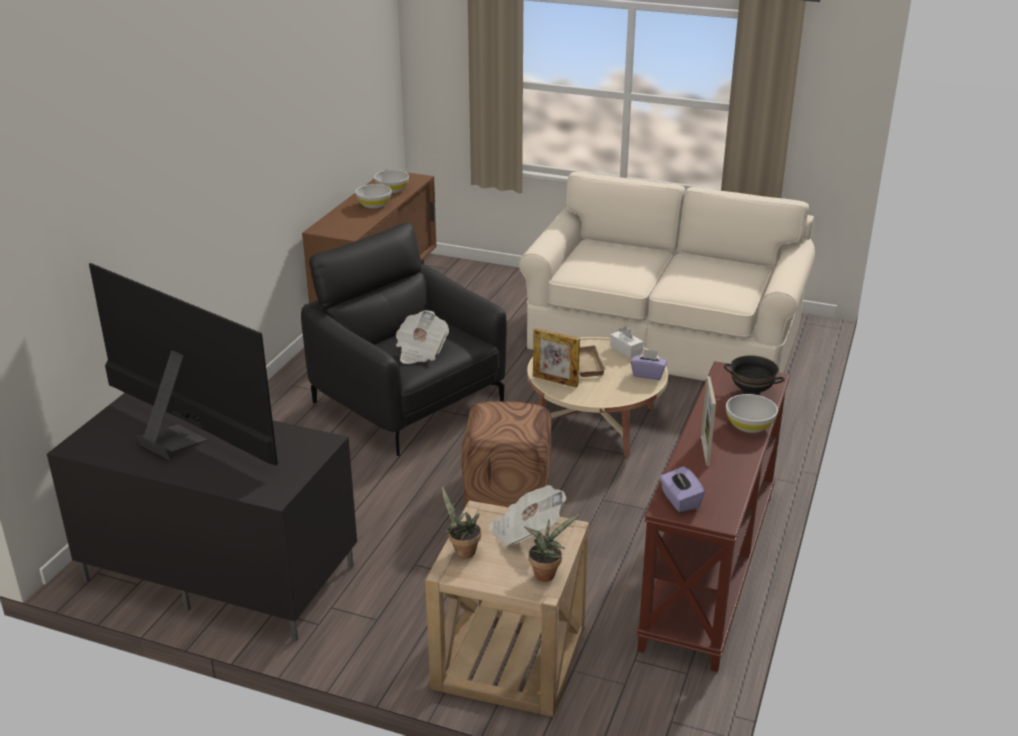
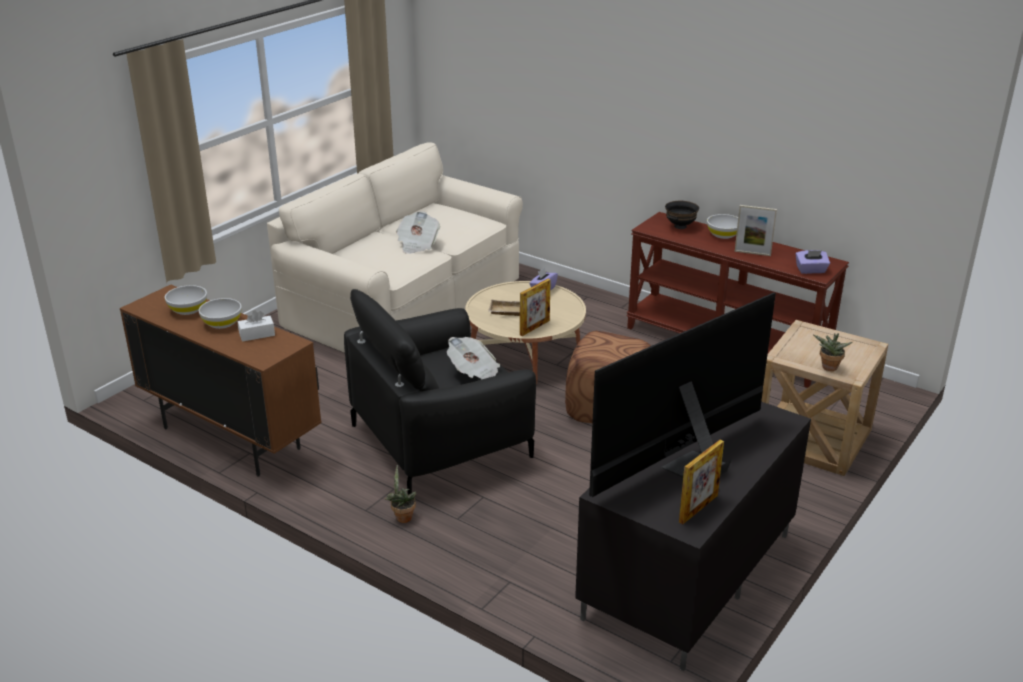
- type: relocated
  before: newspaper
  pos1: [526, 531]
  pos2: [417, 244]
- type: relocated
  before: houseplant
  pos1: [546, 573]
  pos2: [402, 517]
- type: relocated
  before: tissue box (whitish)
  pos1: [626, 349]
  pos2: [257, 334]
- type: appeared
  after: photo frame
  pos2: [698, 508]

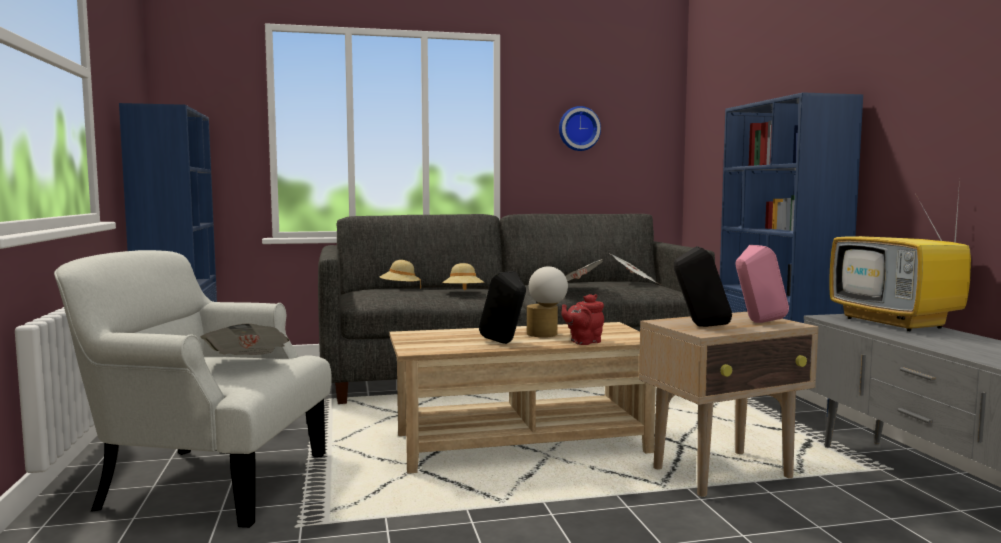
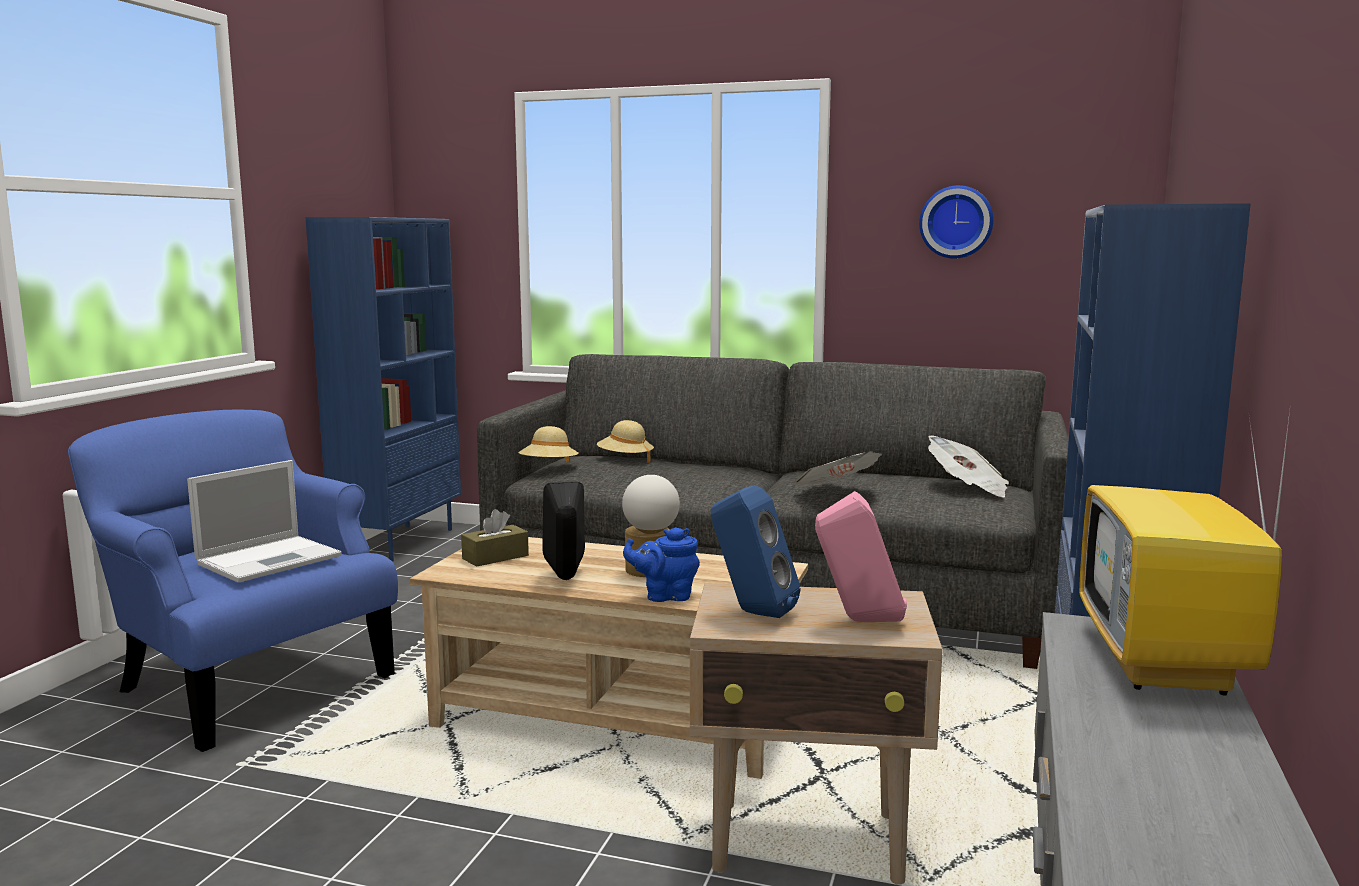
- type: colour
  before: easy chair (whitish)
  after: easy chair (blue-coloured)
  pos1: [208, 481]
  pos2: [248, 682]
- type: exchanged
  before: newspaper
  after: portable computer
  pos1: [248, 363]
  pos2: [271, 559]
- type: relocated
  before: clothing hat (sand-coloured)
  pos1: [463, 293]
  pos2: [549, 467]
- type: colour
  before: tea pot (reddish)
  after: tea pot (blue-coloured)
  pos1: [583, 342]
  pos2: [665, 596]
- type: colour
  before: loudspeaker (black)
  after: loudspeaker (blue-coloured)
  pos1: [700, 326]
  pos2: [751, 612]
- type: appeared
  after: tissue box (brown-coloured)
  pos2: [495, 557]

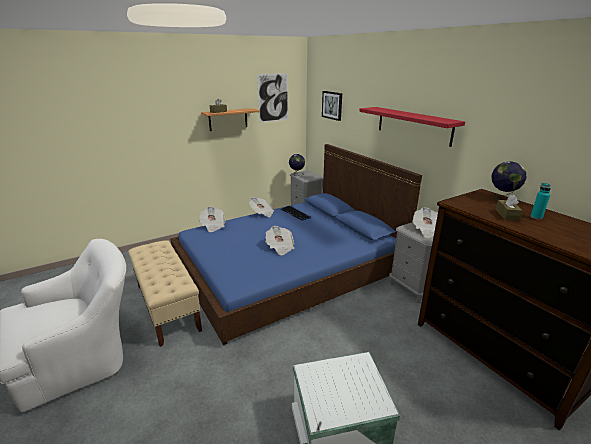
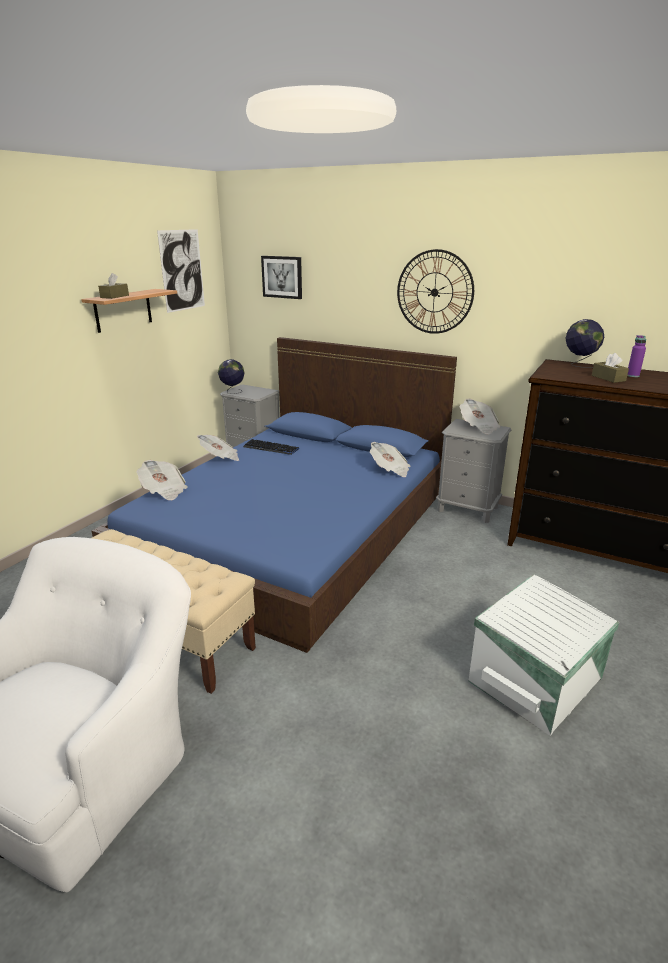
- type: relocated
  before: newspaper
  pos1: [280, 247]
  pos2: [390, 470]
- type: exchanged
  before: wall shelf (reddish)
  after: clock on the wall
  pos1: [413, 125]
  pos2: [434, 292]
- type: colour
  before: drink bottle (turquoise-coloured)
  after: drink bottle (purplish)
  pos1: [536, 217]
  pos2: [632, 375]

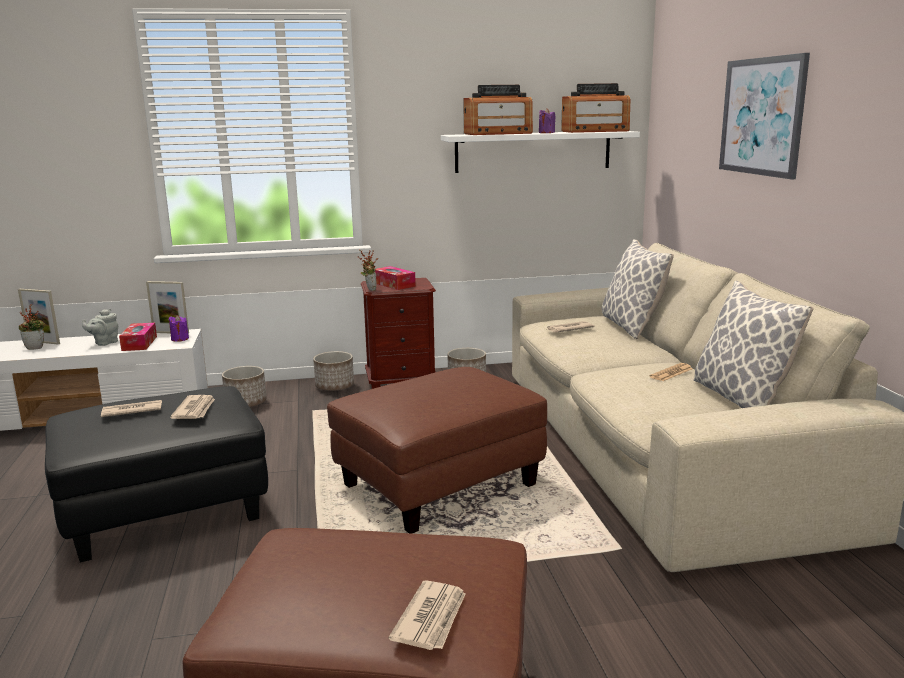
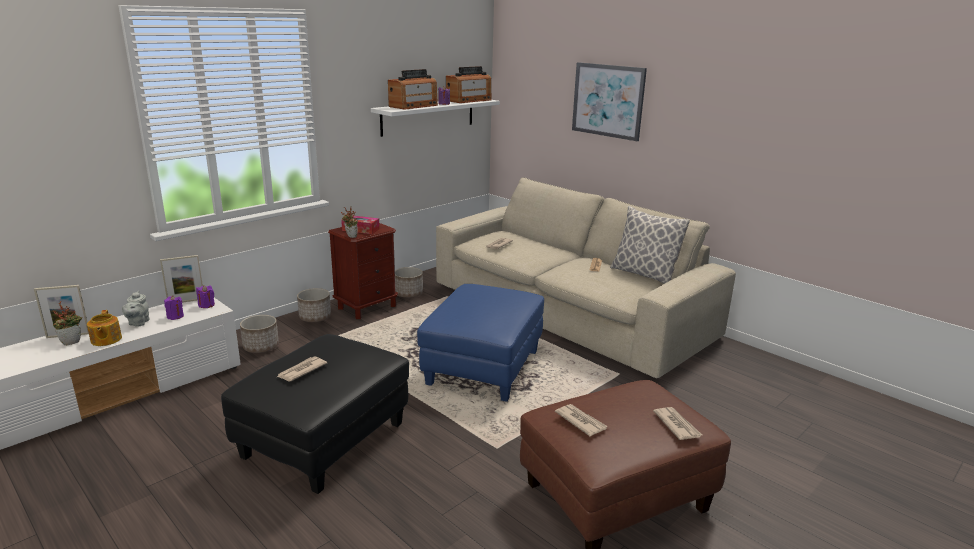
- type: exchanged
  before: tissue box
  after: candle (purplish)
  pos1: [139, 343]
  pos2: [175, 316]
- type: relocated
  before: newspaper
  pos1: [195, 410]
  pos2: [580, 421]
- type: colour
  before: footrest (brown-coloured)
  after: footrest (blue-coloured)
  pos1: [439, 486]
  pos2: [483, 368]
- type: missing
  before: pillow
  pos1: [632, 327]
- type: appeared
  after: tea pot
  pos2: [105, 340]

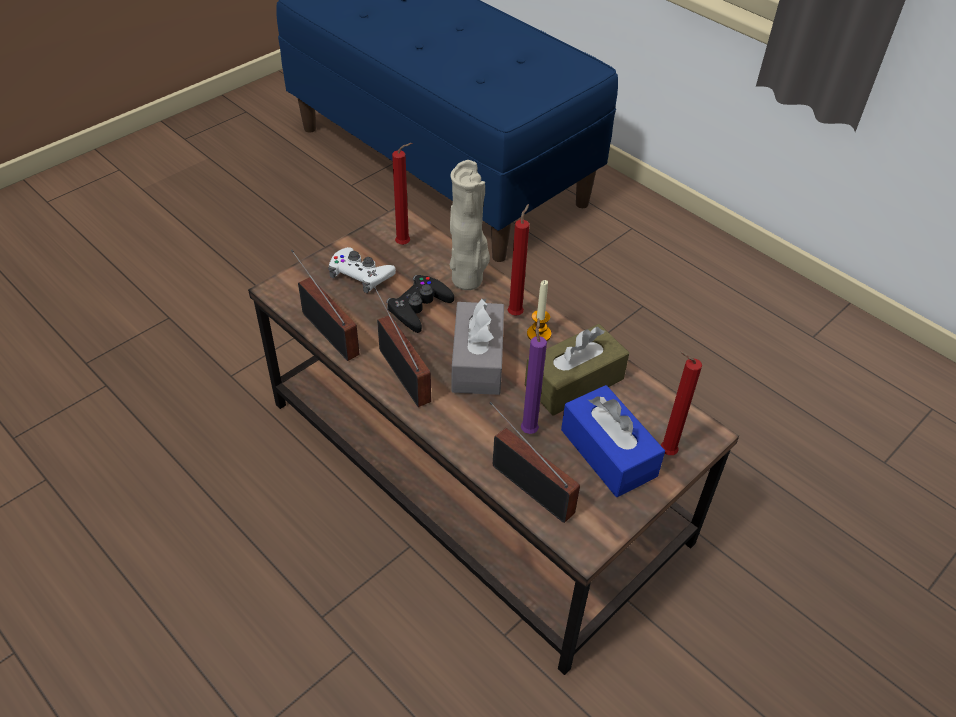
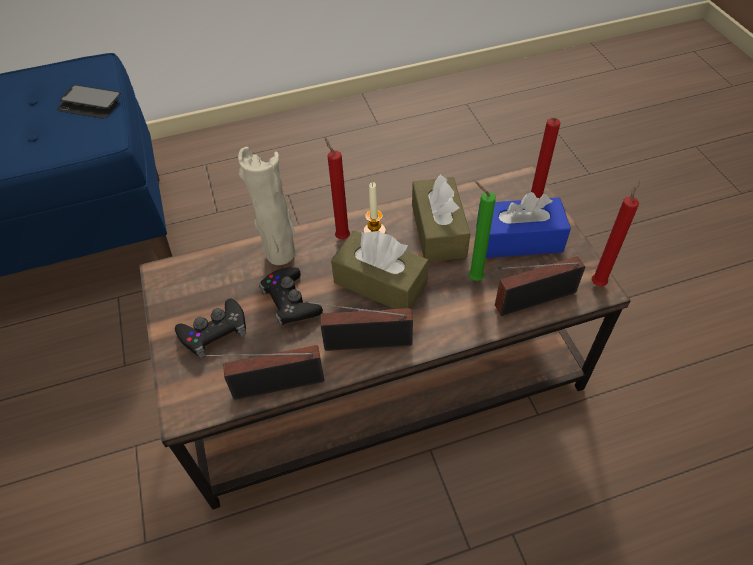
- type: colour
  before: joypad (whitish)
  after: joypad (black)
  pos1: [361, 274]
  pos2: [214, 331]
- type: relocated
  before: candle (reddish)
  pos1: [405, 244]
  pos2: [599, 282]
- type: colour
  before: tissue box (grey)
  after: tissue box (brown-coloured)
  pos1: [477, 360]
  pos2: [380, 283]
- type: colour
  before: candle (purplish)
  after: candle (greenish)
  pos1: [529, 429]
  pos2: [473, 277]
- type: appeared
  after: handset
  pos2: [90, 103]

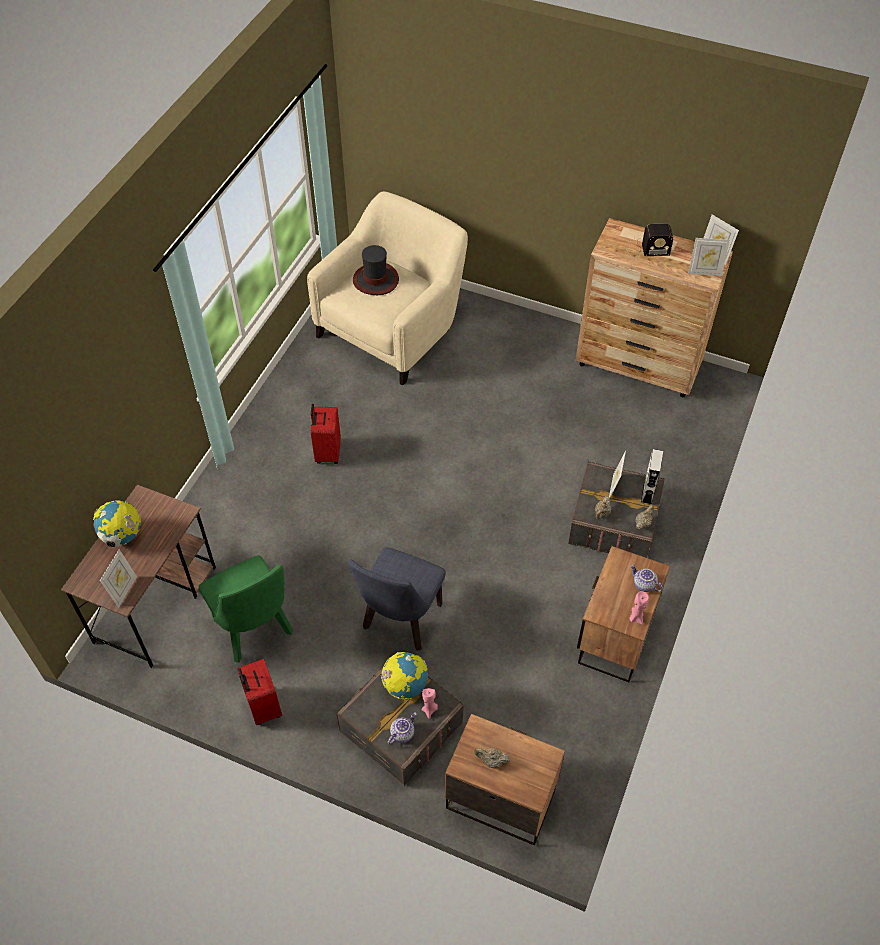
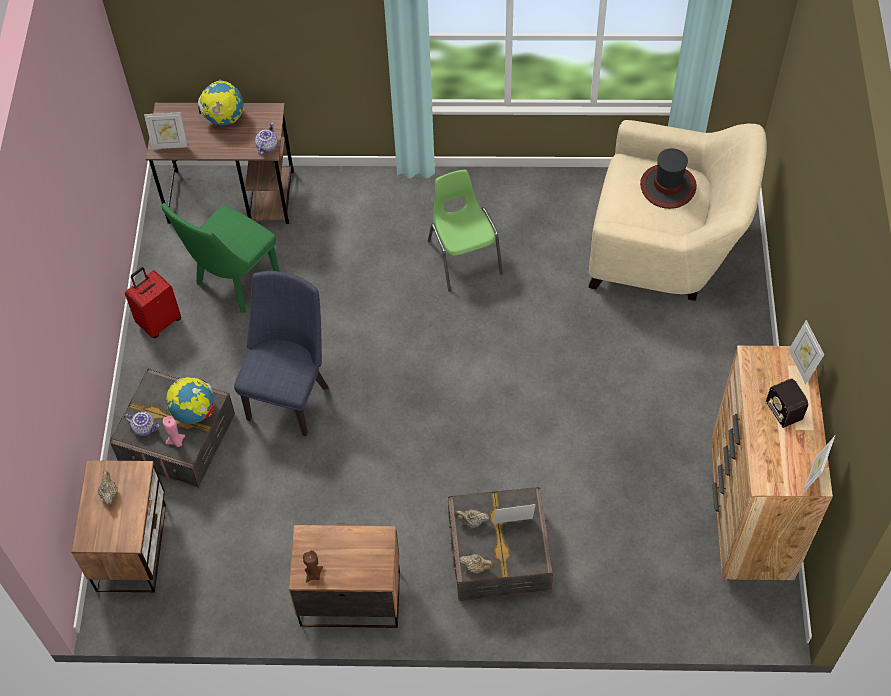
- type: exchanged
  before: suitcase (reddish)
  after: chair (greenish)
  pos1: [327, 453]
  pos2: [463, 256]
- type: spun
  before: chair (blue-coloured)
  pos1: [400, 622]
  pos2: [289, 396]
  turn: 105
- type: colour
  before: candle (pink-coloured)
  after: candle (brown-coloured)
  pos1: [636, 617]
  pos2: [313, 574]
- type: relocated
  before: tea pot
  pos1: [643, 585]
  pos2: [266, 146]
- type: missing
  before: loudspeaker (grey)
  pos1: [647, 493]
- type: relocated
  before: photo frame
  pos1: [704, 272]
  pos2: [801, 365]

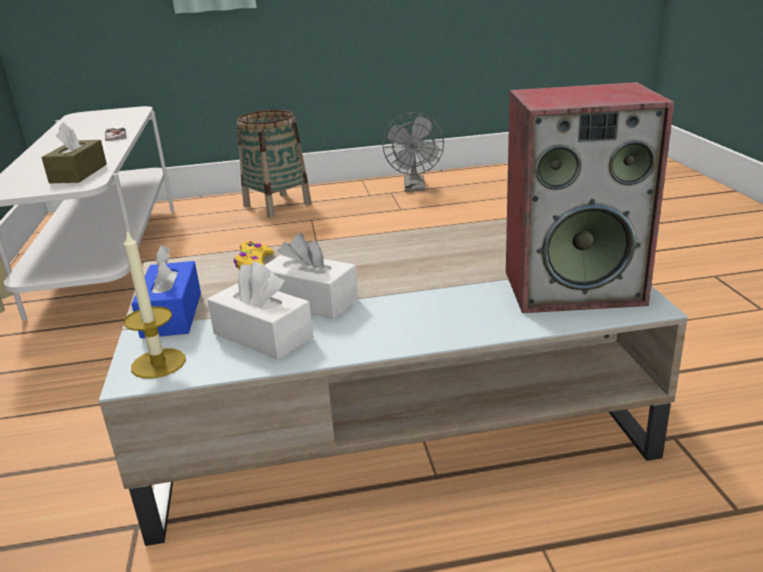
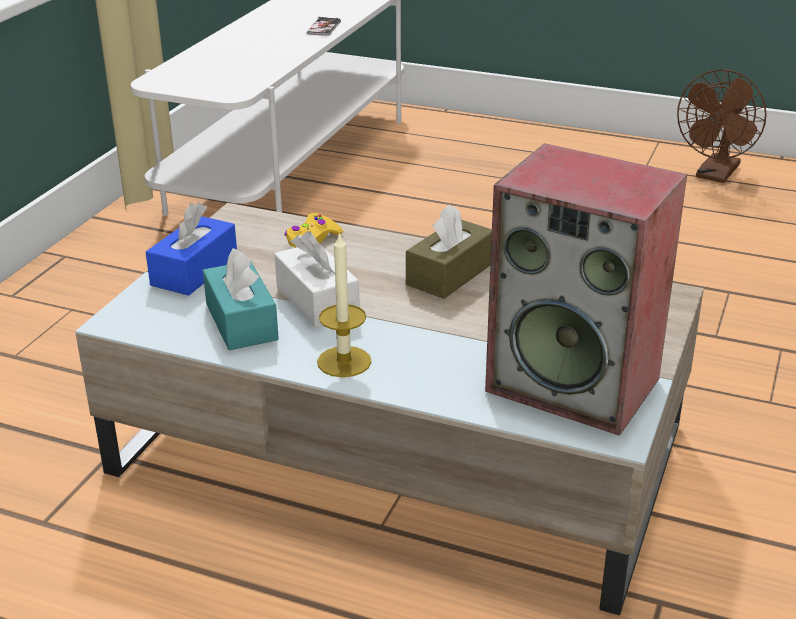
- type: relocated
  before: tissue box (brown-coloured)
  pos1: [78, 173]
  pos2: [450, 274]
- type: relocated
  before: candle
  pos1: [158, 363]
  pos2: [344, 361]
- type: colour
  before: tissue box (whitish)
  after: tissue box (turquoise-coloured)
  pos1: [263, 336]
  pos2: [241, 322]
- type: missing
  before: basket
  pos1: [277, 205]
- type: colour
  before: cooling fan (grey)
  after: cooling fan (brown-coloured)
  pos1: [415, 188]
  pos2: [715, 175]

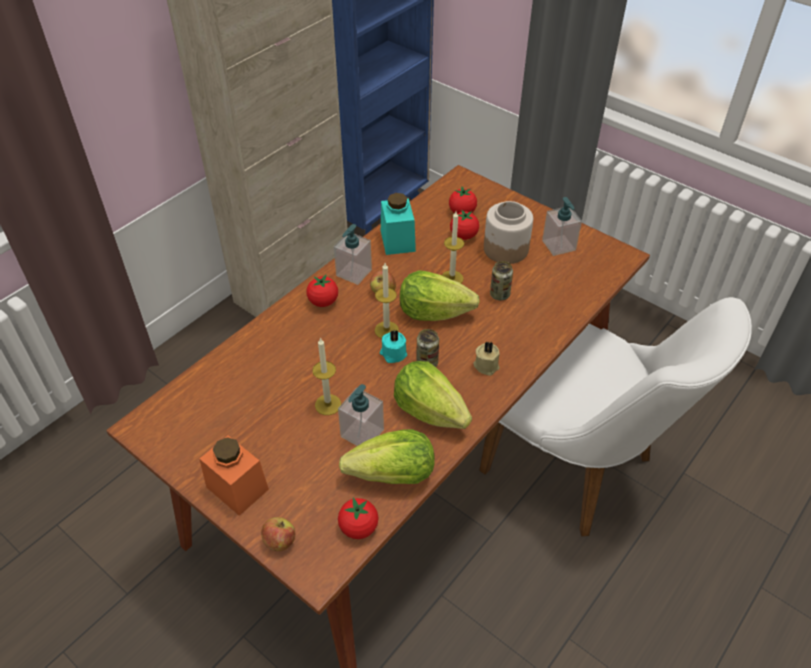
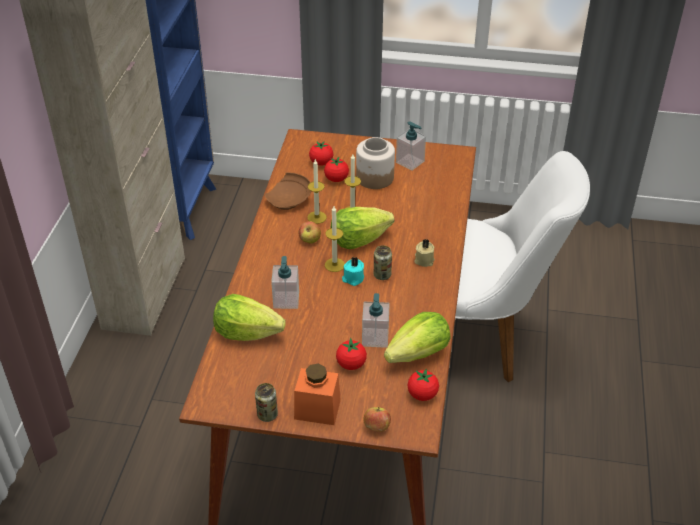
- type: relocated
  before: whole tomato
  pos1: [323, 302]
  pos2: [351, 364]
- type: relocated
  before: candle
  pos1: [328, 404]
  pos2: [317, 217]
- type: relocated
  before: soap bottle
  pos1: [353, 273]
  pos2: [286, 300]
- type: exchanged
  before: storage jar (turquoise-coloured)
  after: flat dish (brown-coloured)
  pos1: [397, 241]
  pos2: [289, 200]
- type: relocated
  before: lettuce head
  pos1: [430, 411]
  pos2: [247, 332]
- type: relocated
  before: can
  pos1: [499, 294]
  pos2: [267, 415]

